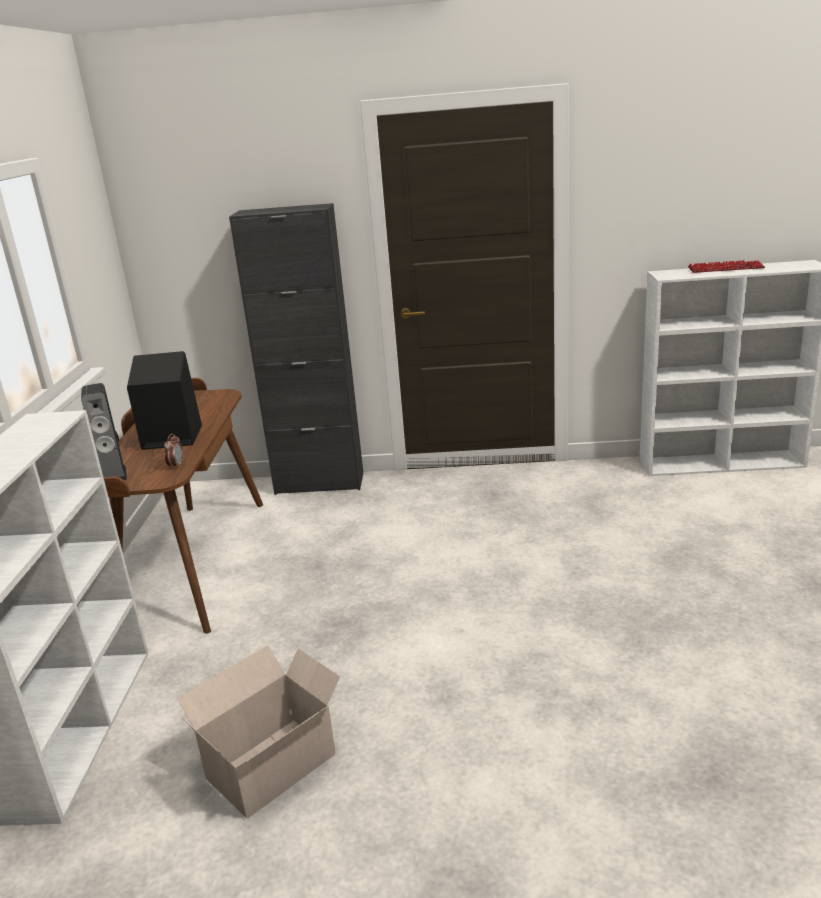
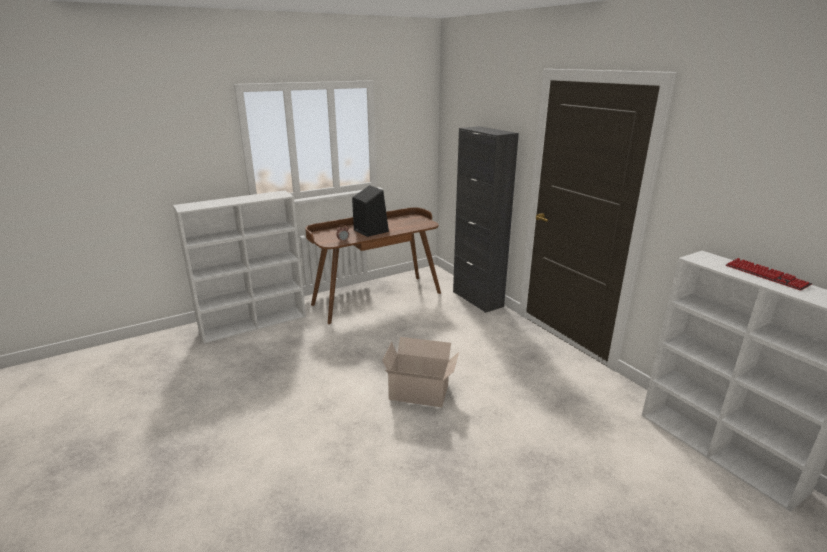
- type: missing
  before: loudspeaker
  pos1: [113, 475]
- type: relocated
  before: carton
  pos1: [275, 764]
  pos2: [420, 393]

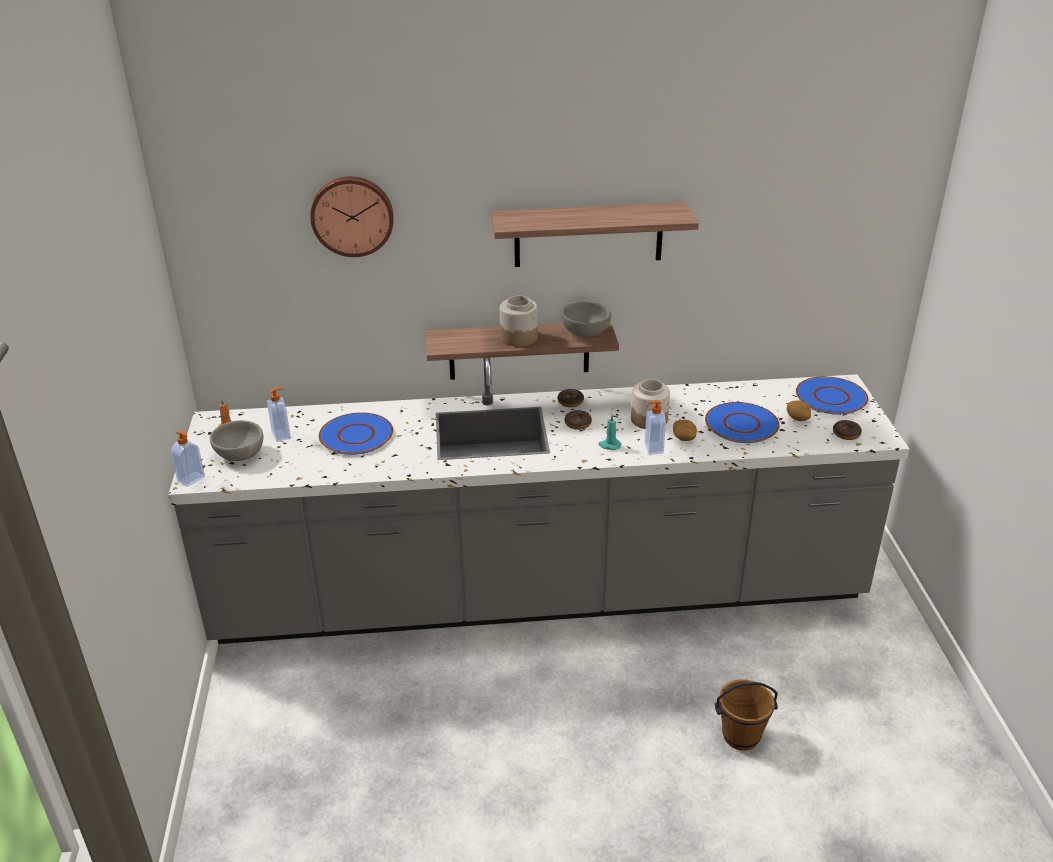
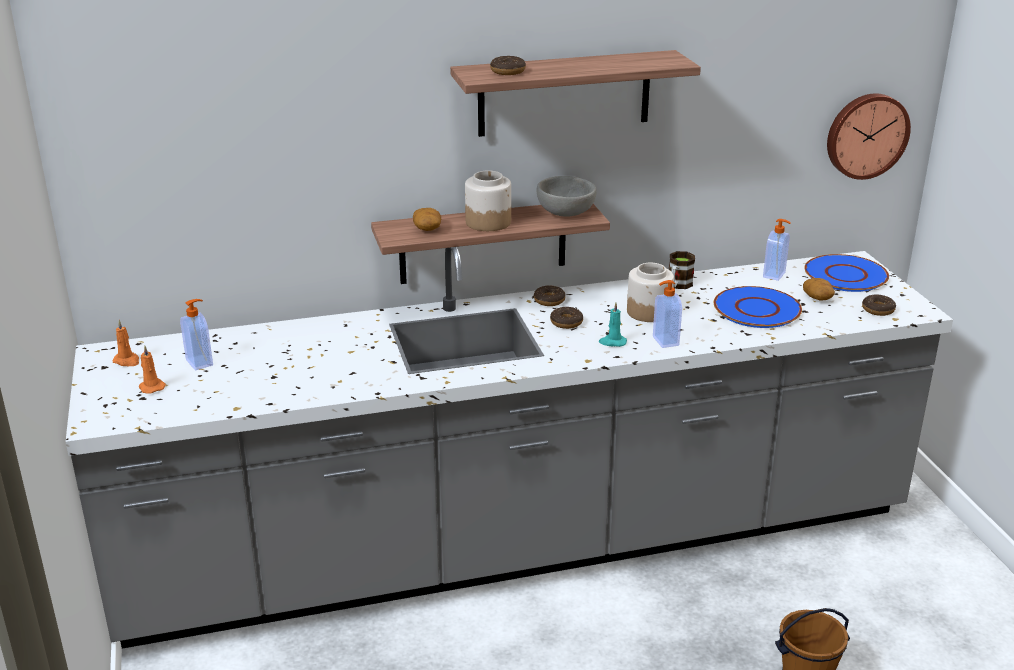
- type: relocated
  before: soap bottle
  pos1: [192, 479]
  pos2: [775, 275]
- type: exchanged
  before: deep dish (grey)
  after: candle (orangey)
  pos1: [240, 453]
  pos2: [151, 387]
- type: relocated
  before: clock on the wall
  pos1: [352, 215]
  pos2: [866, 135]
- type: missing
  before: flat dish (blue-coloured)
  pos1: [356, 435]
- type: relocated
  before: whole potato
  pos1: [684, 437]
  pos2: [427, 229]
- type: appeared
  after: ring doughnut
  pos2: [508, 71]
- type: appeared
  after: coffee mug
  pos2: [678, 285]

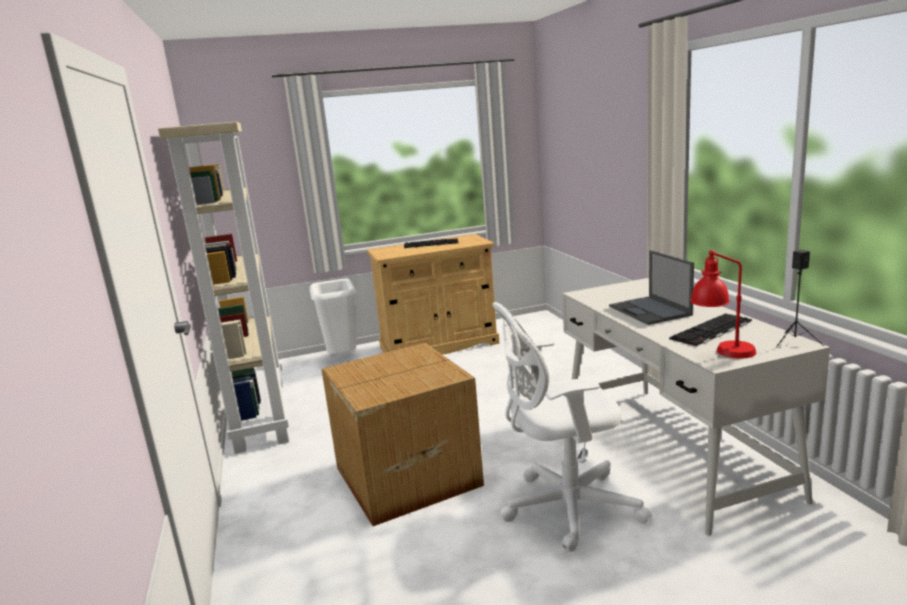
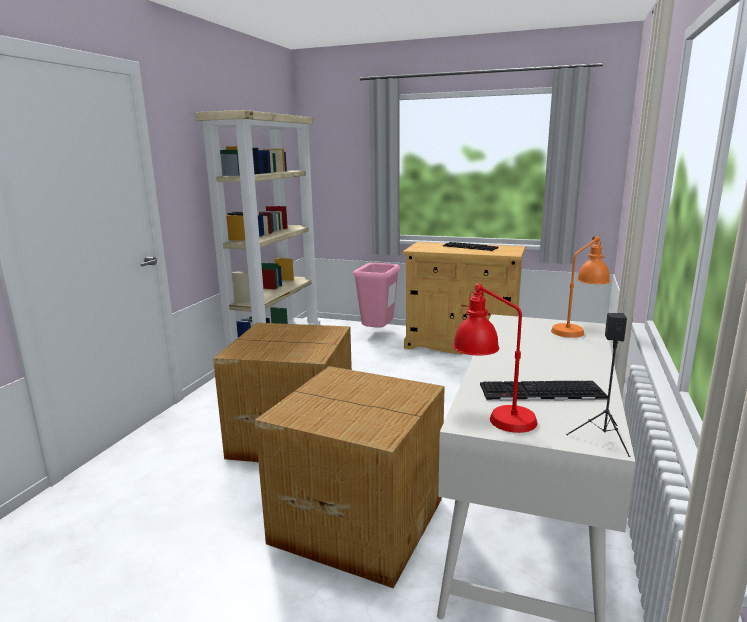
- type: colour
  before: rubbish bin (whitish)
  after: rubbish bin (pink-coloured)
  pos1: [342, 360]
  pos2: [377, 333]
- type: exchanged
  before: office chair (whitish)
  after: carton
  pos1: [564, 508]
  pos2: [357, 518]
- type: missing
  before: portable computer
  pos1: [650, 311]
- type: appeared
  after: table lamp (orangey)
  pos2: [577, 330]

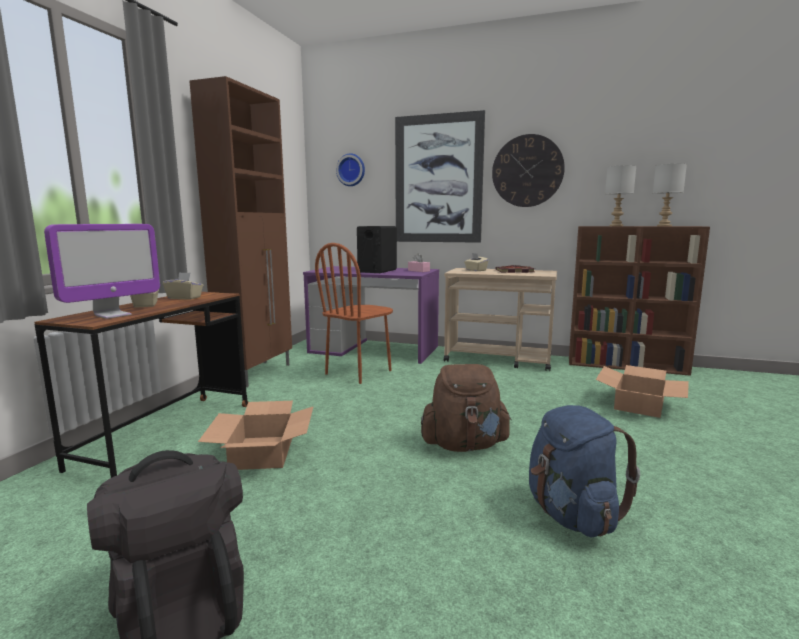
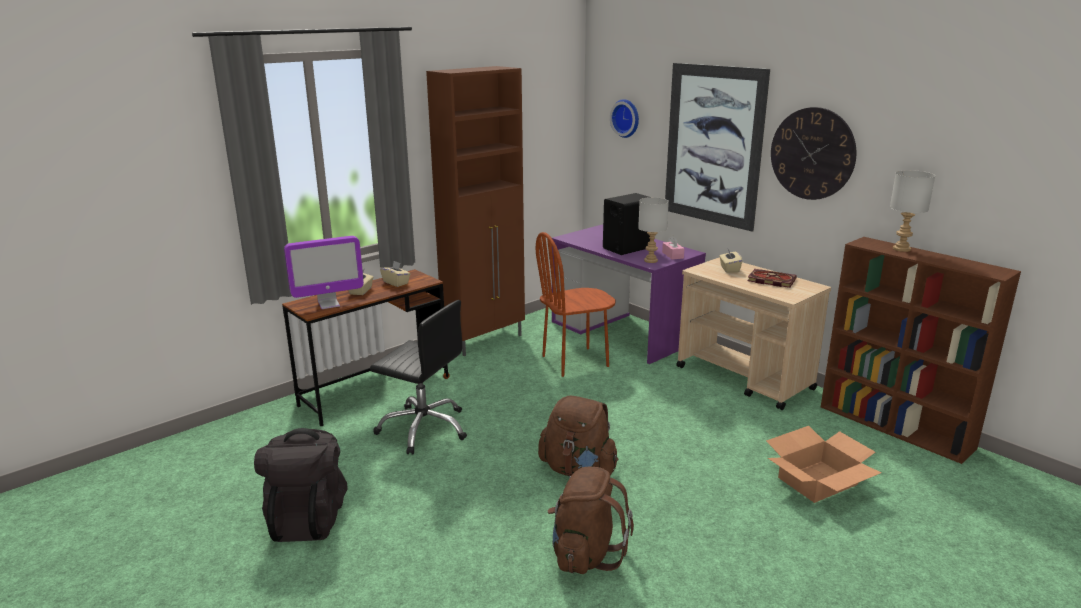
- type: exchanged
  before: carton
  after: office chair (black)
  pos1: [262, 452]
  pos2: [424, 428]
- type: colour
  before: rucksack (blue-coloured)
  after: rucksack (brown-coloured)
  pos1: [571, 515]
  pos2: [585, 554]
- type: relocated
  before: table lamp (grey)
  pos1: [664, 226]
  pos2: [651, 260]

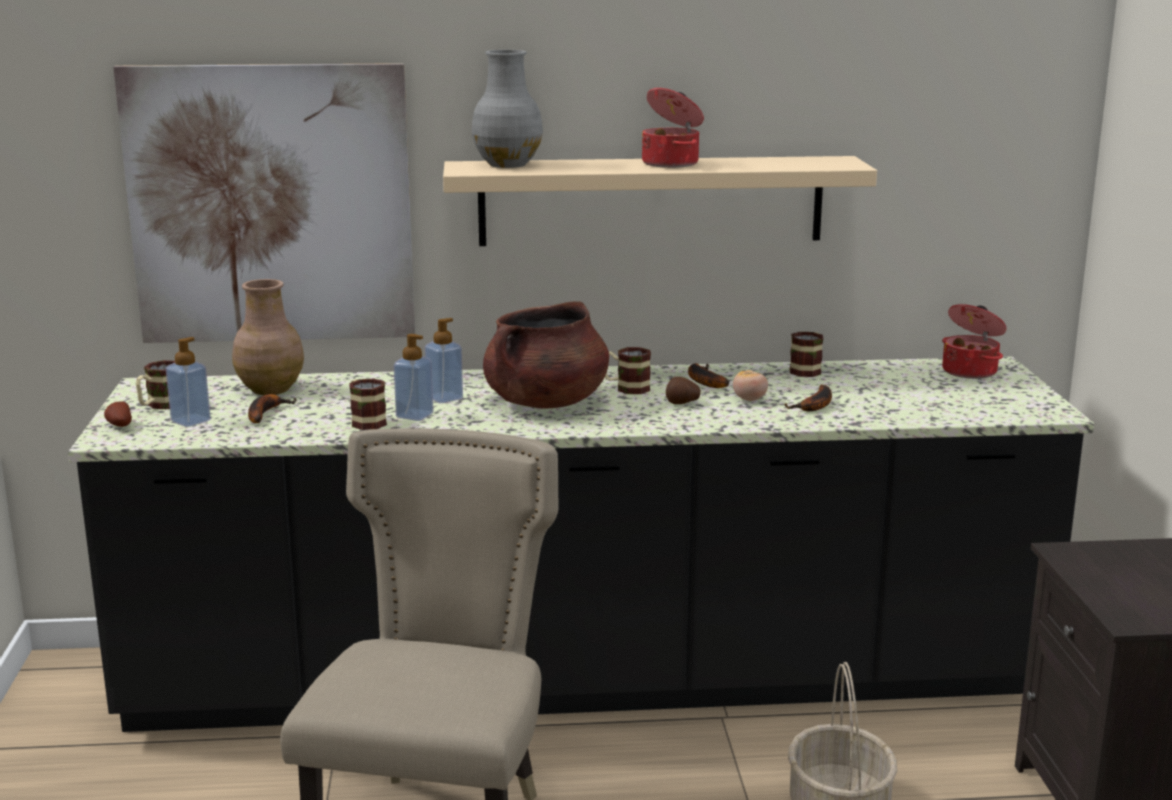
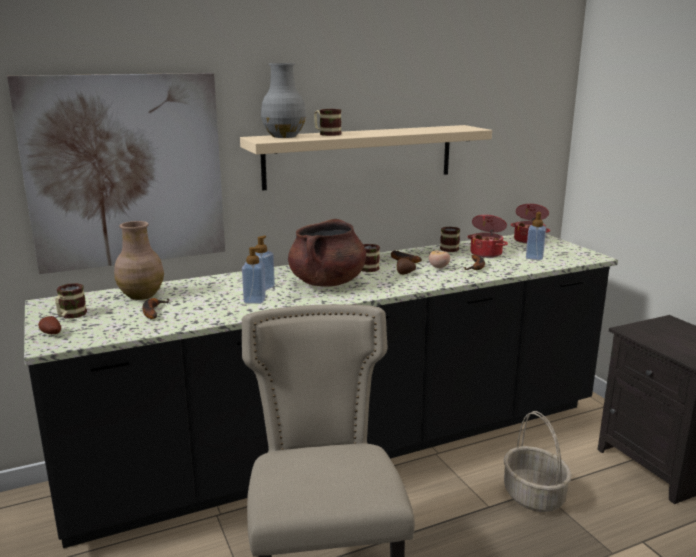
- type: relocated
  before: soap bottle
  pos1: [190, 421]
  pos2: [534, 257]
- type: relocated
  before: coffee mug
  pos1: [365, 421]
  pos2: [327, 134]
- type: relocated
  before: stockpot
  pos1: [671, 163]
  pos2: [486, 253]

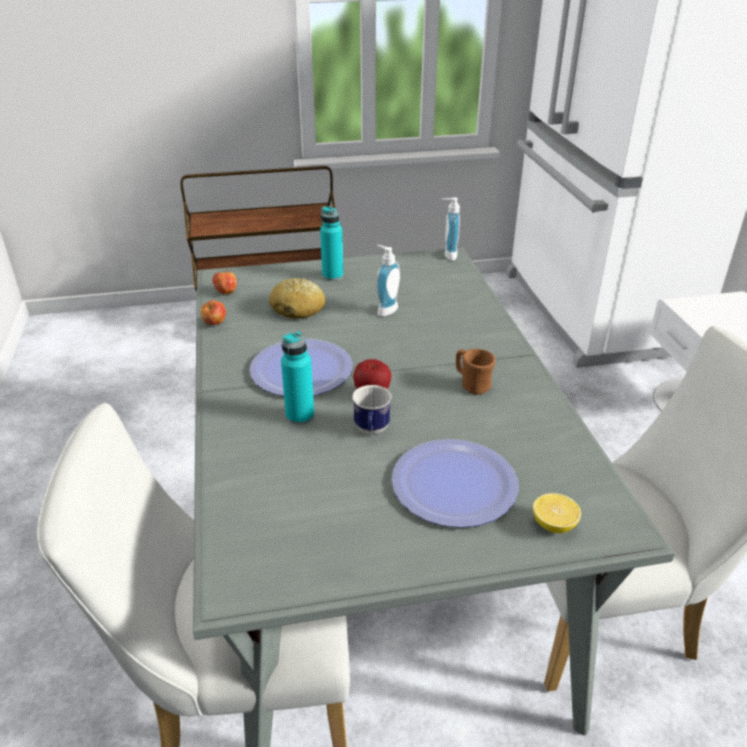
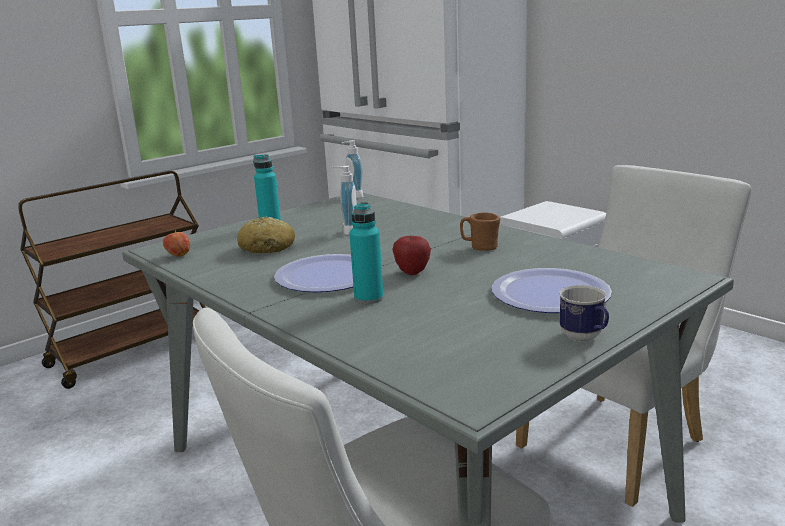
- type: missing
  before: whole apple
  pos1: [215, 324]
- type: relocated
  before: coffee mug
  pos1: [371, 431]
  pos2: [585, 338]
- type: missing
  before: lemon
  pos1: [554, 525]

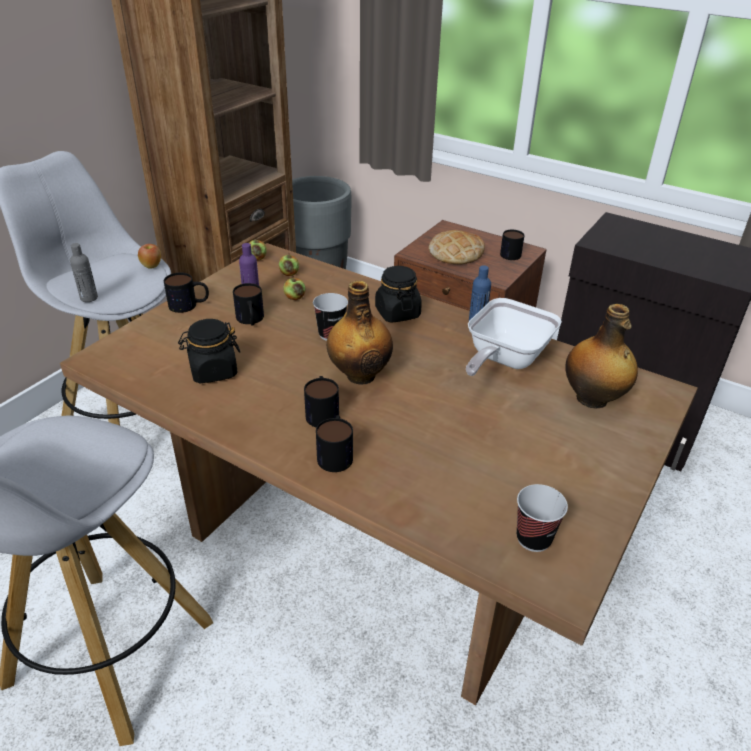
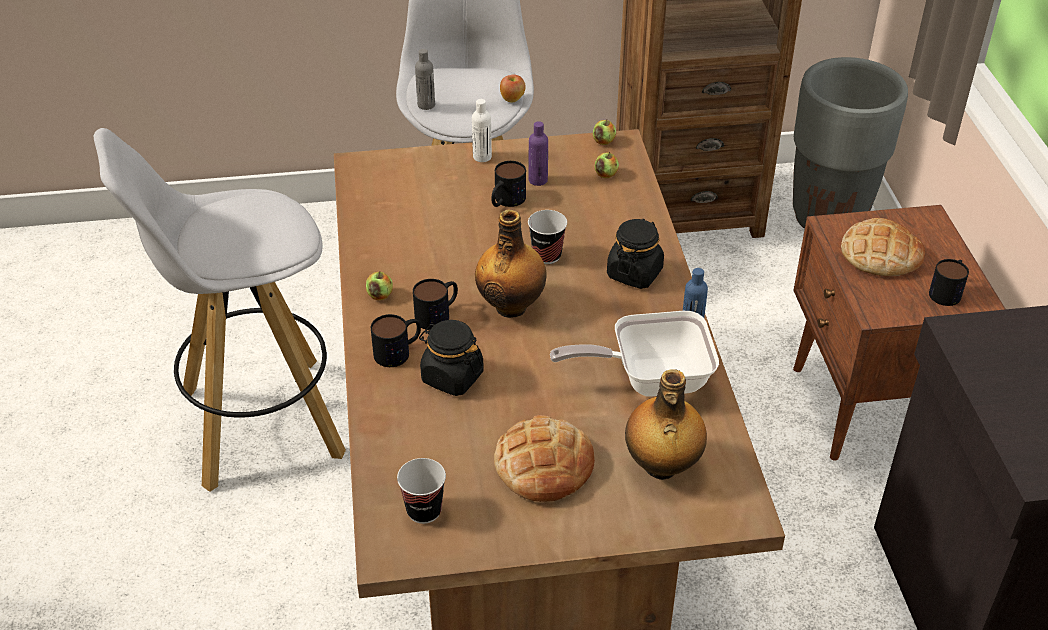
- type: exchanged
  before: coffee mug
  after: drink bottle (whitish)
  pos1: [189, 305]
  pos2: [482, 157]
- type: relocated
  before: storage jar (black)
  pos1: [213, 371]
  pos2: [452, 377]
- type: relocated
  before: whole apple
  pos1: [295, 297]
  pos2: [380, 295]
- type: appeared
  after: bread
  pos2: [544, 465]

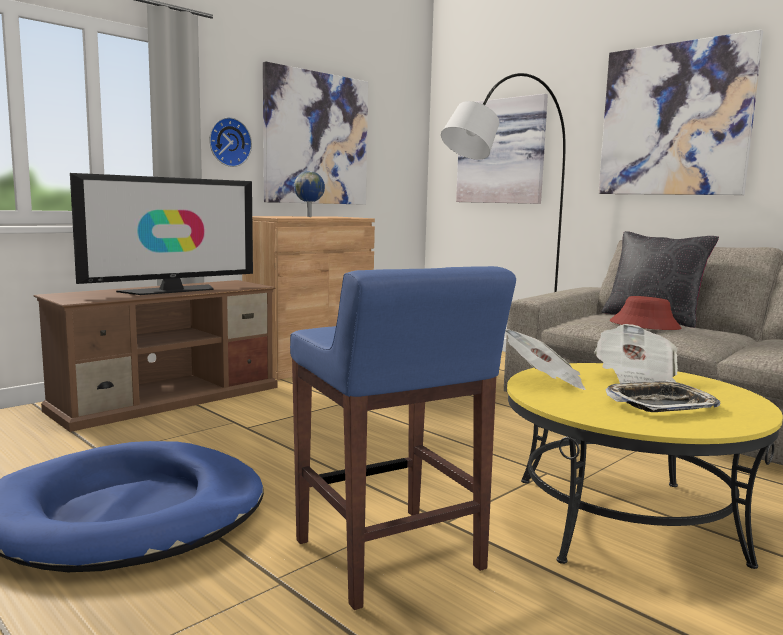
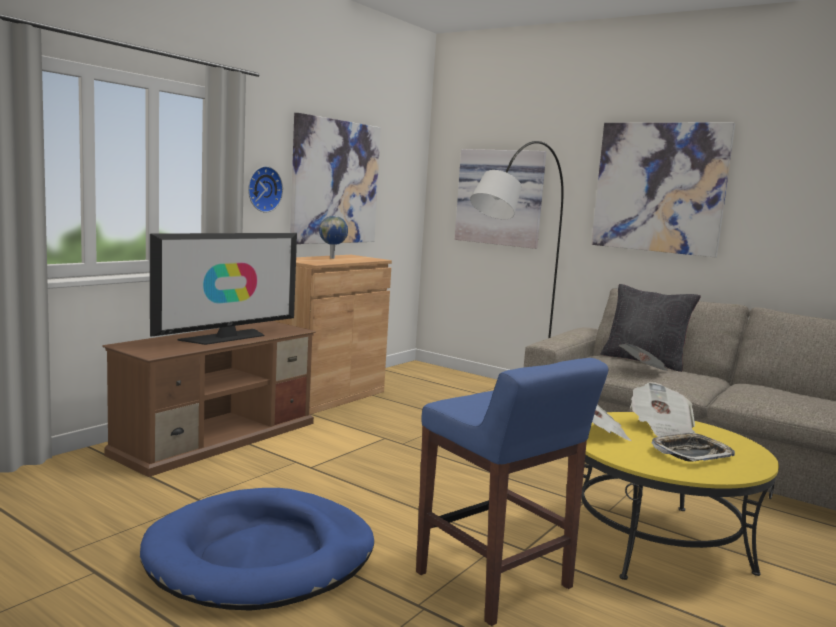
- type: exchanged
  before: clothing hat (reddish)
  after: newspaper
  pos1: [644, 325]
  pos2: [643, 371]

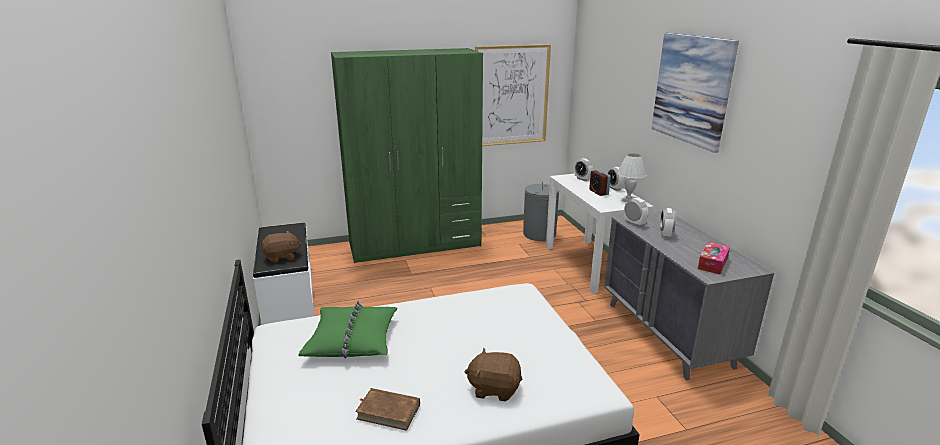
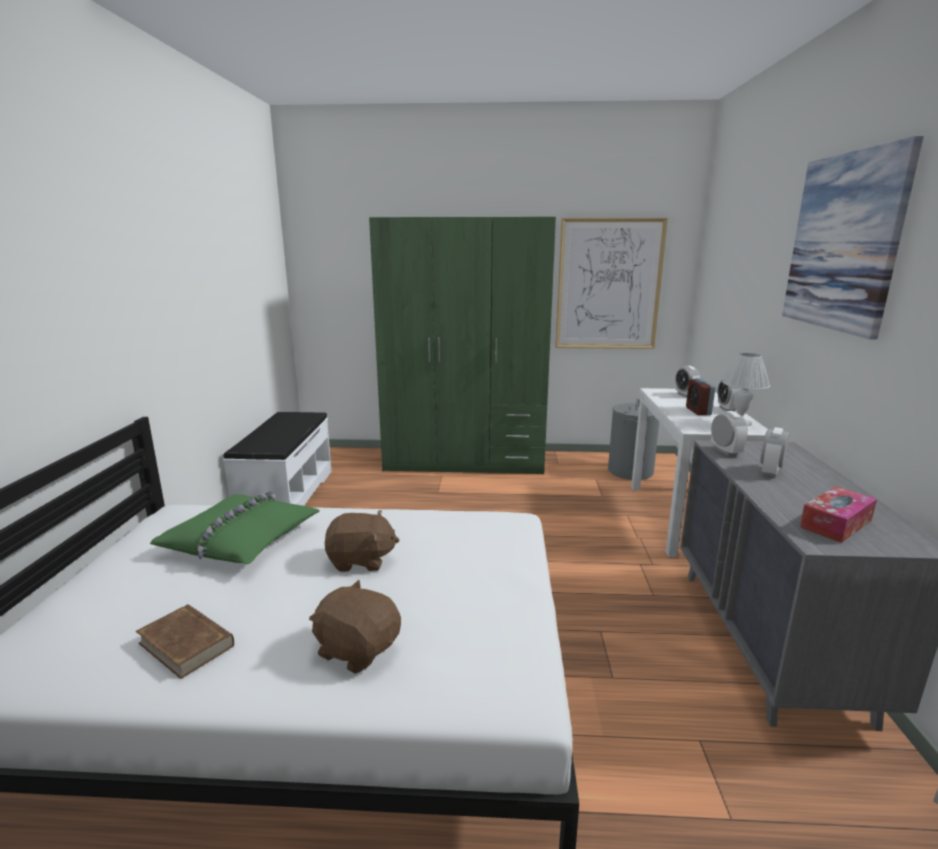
- type: relocated
  before: cuddly toy (brown-coloured)
  pos1: [282, 257]
  pos2: [361, 560]

